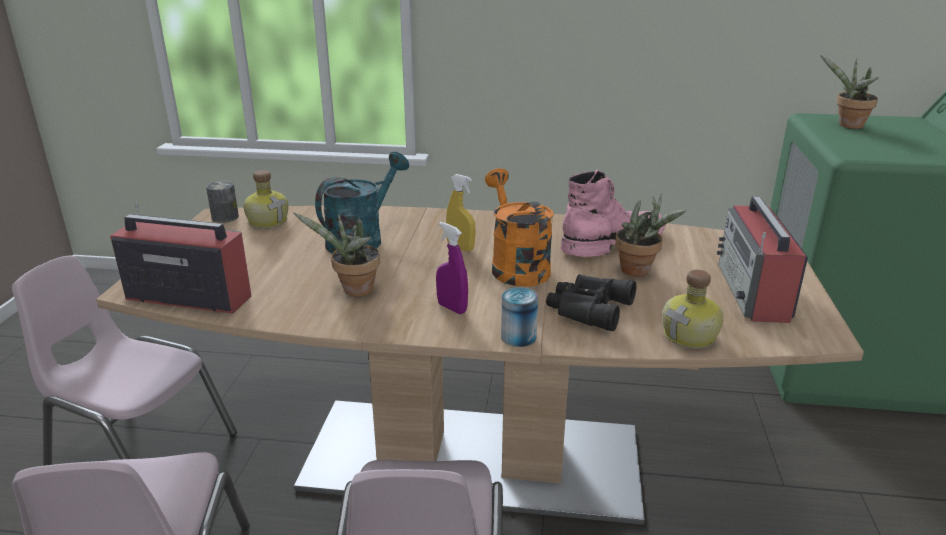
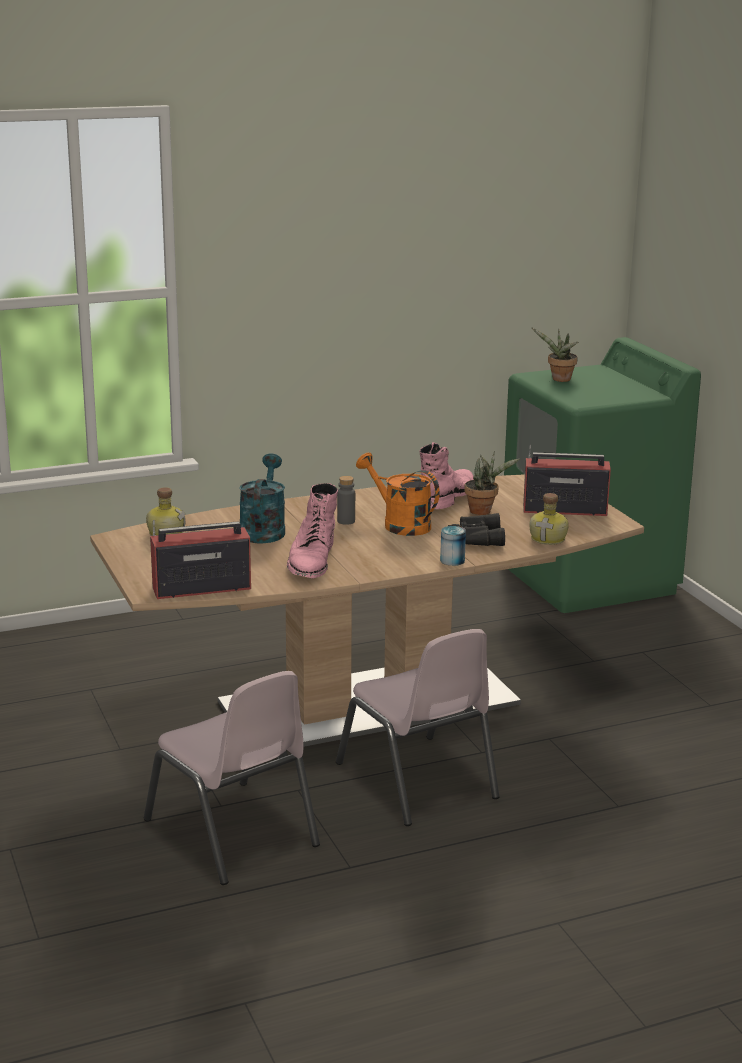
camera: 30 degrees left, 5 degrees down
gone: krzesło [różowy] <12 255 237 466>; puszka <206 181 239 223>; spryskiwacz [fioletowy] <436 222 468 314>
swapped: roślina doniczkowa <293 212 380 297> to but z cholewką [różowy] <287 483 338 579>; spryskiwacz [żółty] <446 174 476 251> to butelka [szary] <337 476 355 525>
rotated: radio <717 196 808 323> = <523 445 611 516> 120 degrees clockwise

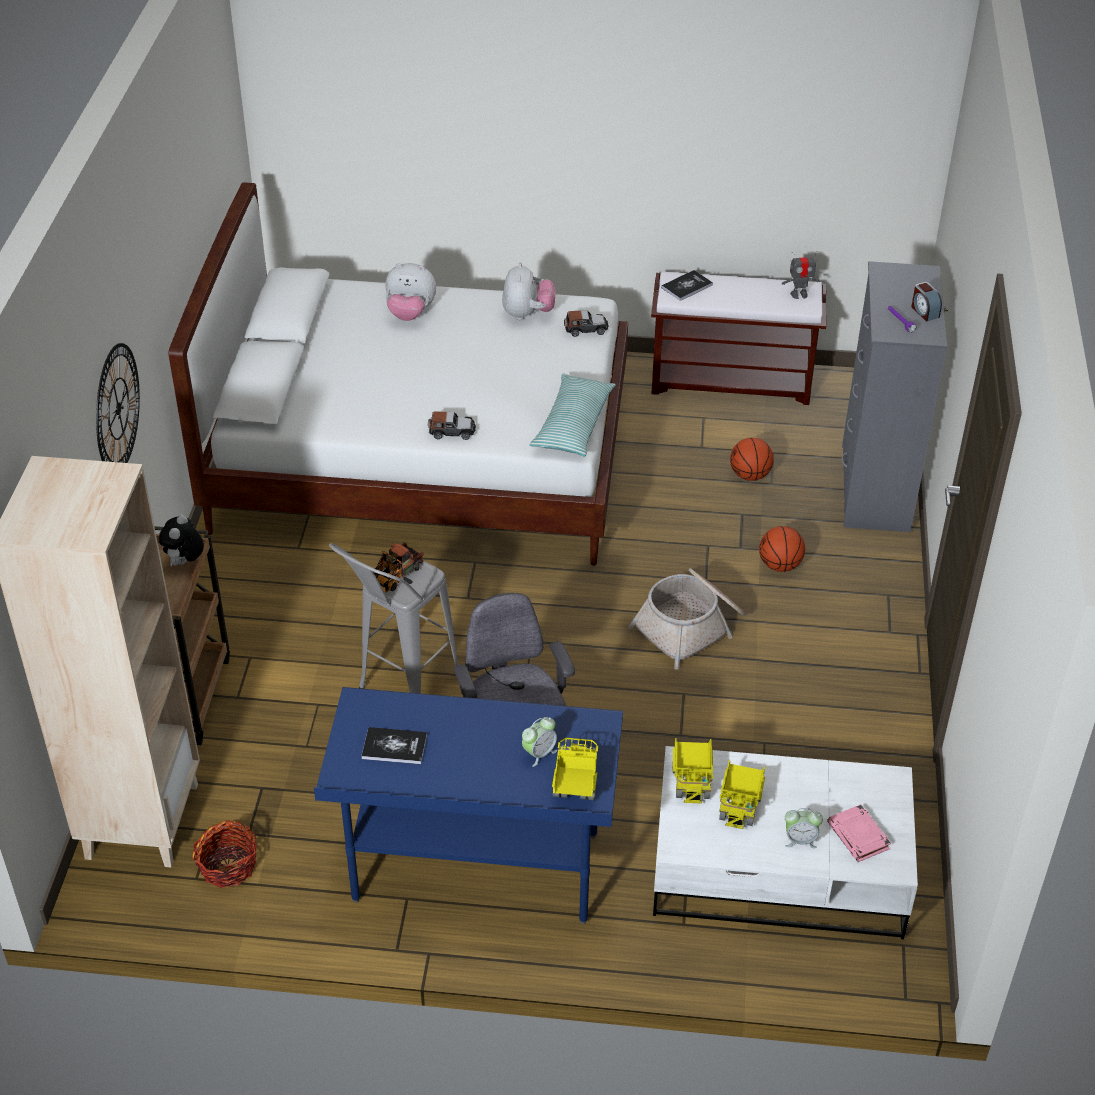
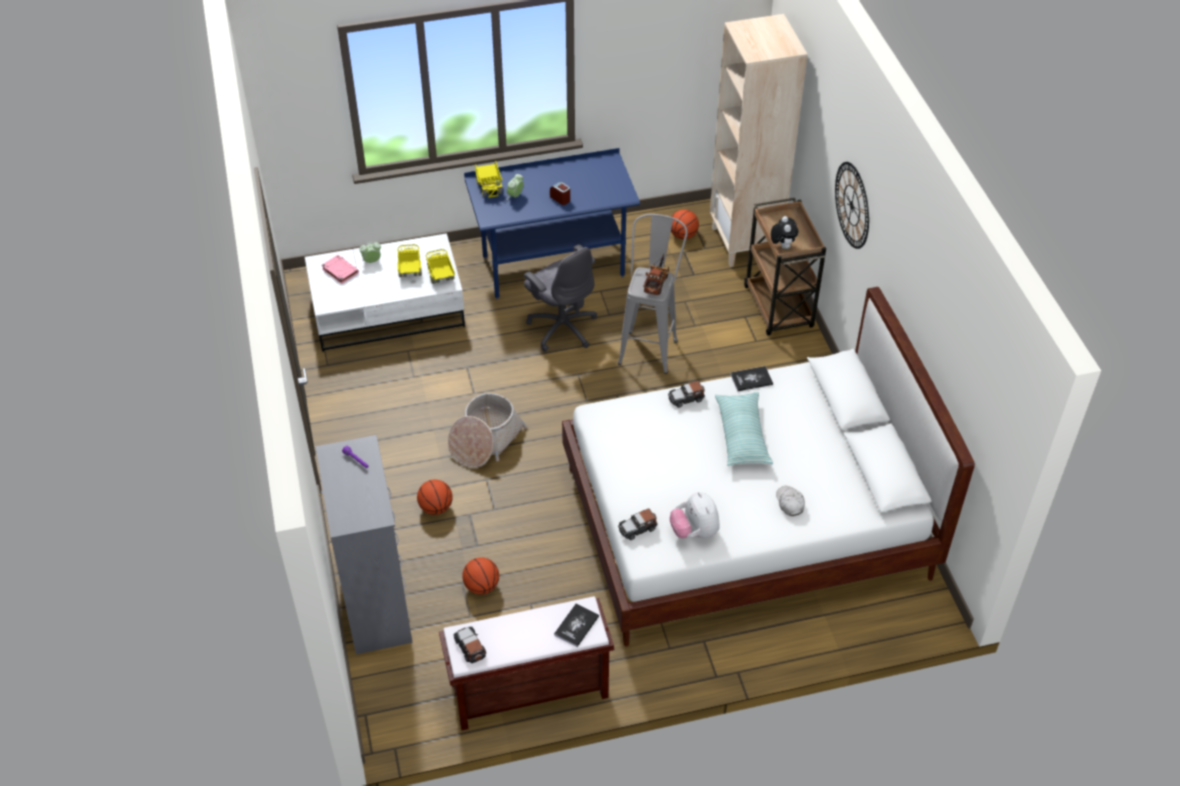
camera: 160 degrees right, 5 degrees up
shifted: budzik <911 282 942 322> to <550 182 570 205>; poduszka <530 374 616 457> to <715 392 773 466>; książka <362 727 427 764> to <730 366 773 391>
swapped: robot zabawkowy <782 251 819 299> to samochodzik <454 627 486 663>; koszyk <192 820 257 888> to piłka do koszykówki <671 209 699 239>; pluszak <385 263 436 321> to czapka z daszkiem [biały] <776 486 805 516>

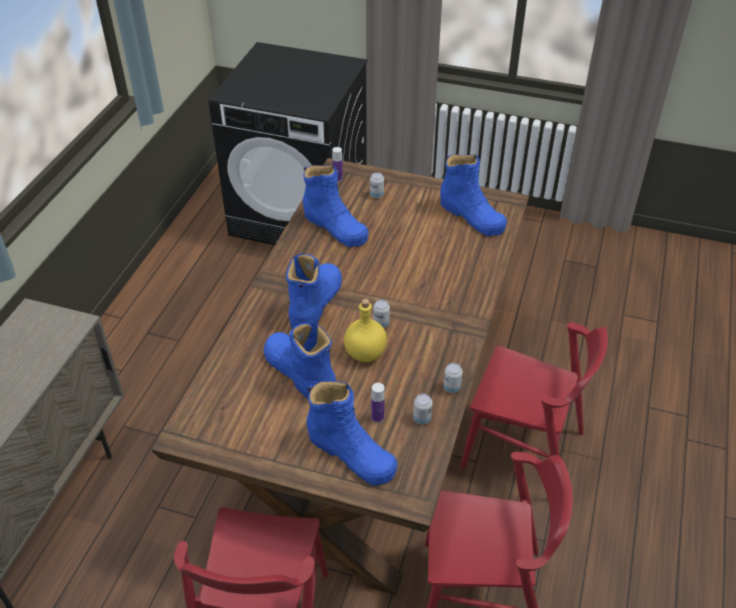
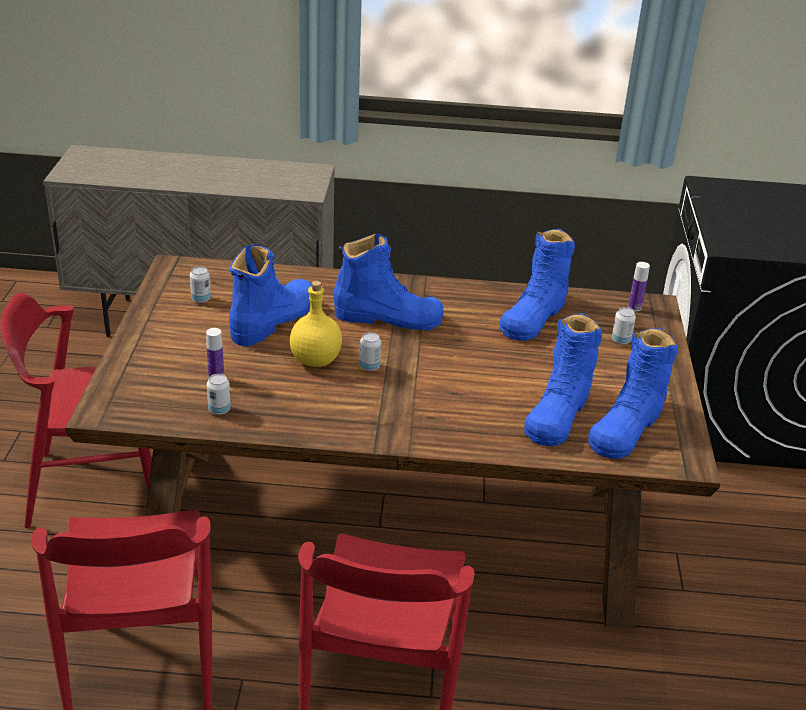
camera: 75 degrees right, 10 degrees down
shifted: puszka <443 363 463 393> to <190 266 211 303>; but z cholewką [niebieski] <307 381 398 486> to <524 313 602 446>

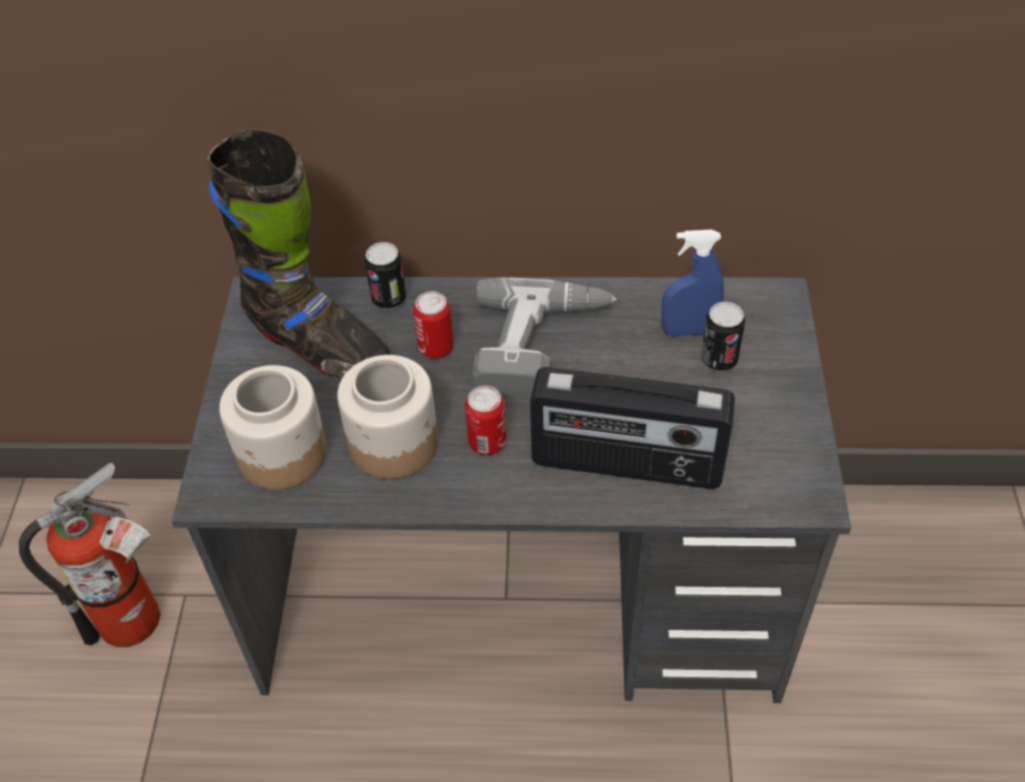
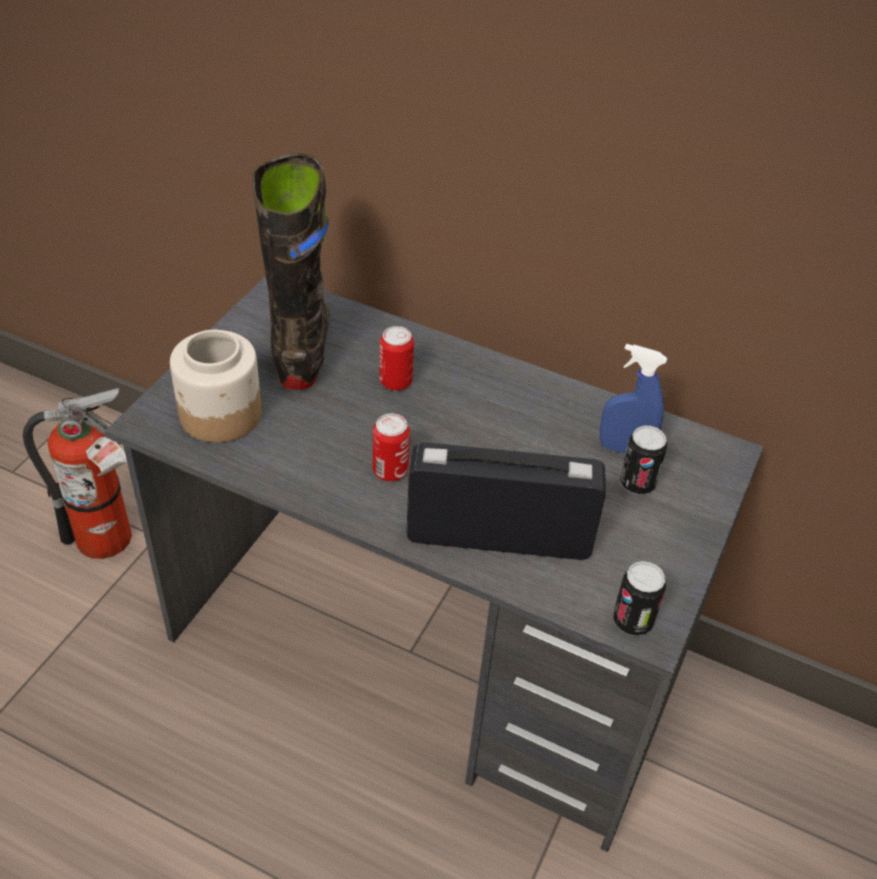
camera: 20 degrees right, 5 degrees down
gone: słoik <337 355 438 479>; wiertarka <473 277 617 398>
shifted: puszka <364 242 406 310> to <613 561 666 636>
rotated: but z cholewką [czarny] <207 127 391 378> = <252 153 330 390> 150 degrees counterclockwise; radio <530 367 735 489> = <406 442 606 560> 150 degrees clockwise

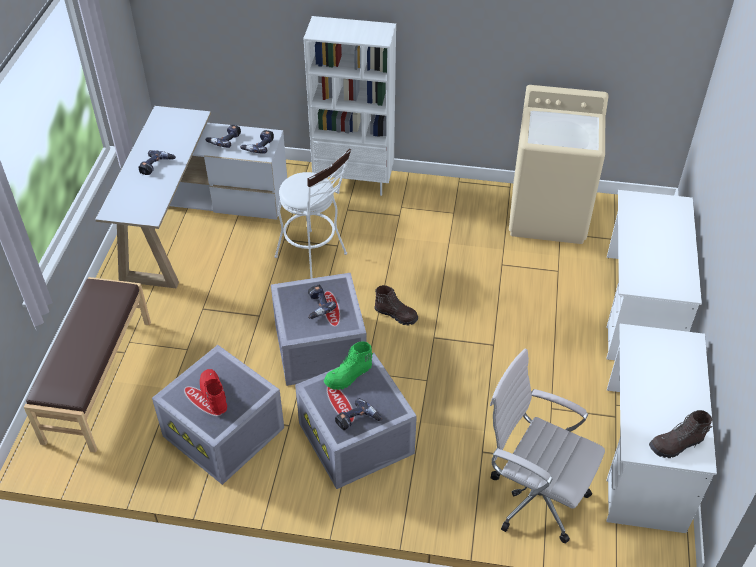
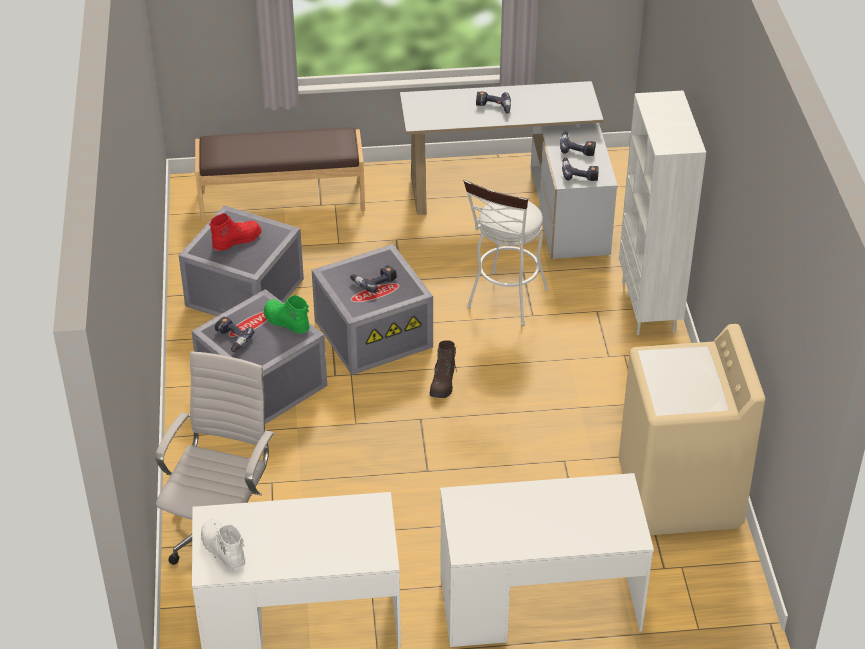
camera: 75 degrees right, 5 degrees down
repainted: but z cholewką [brązowy] <649 410 713 458> to but z cholewką [biały] <201 519 245 570>

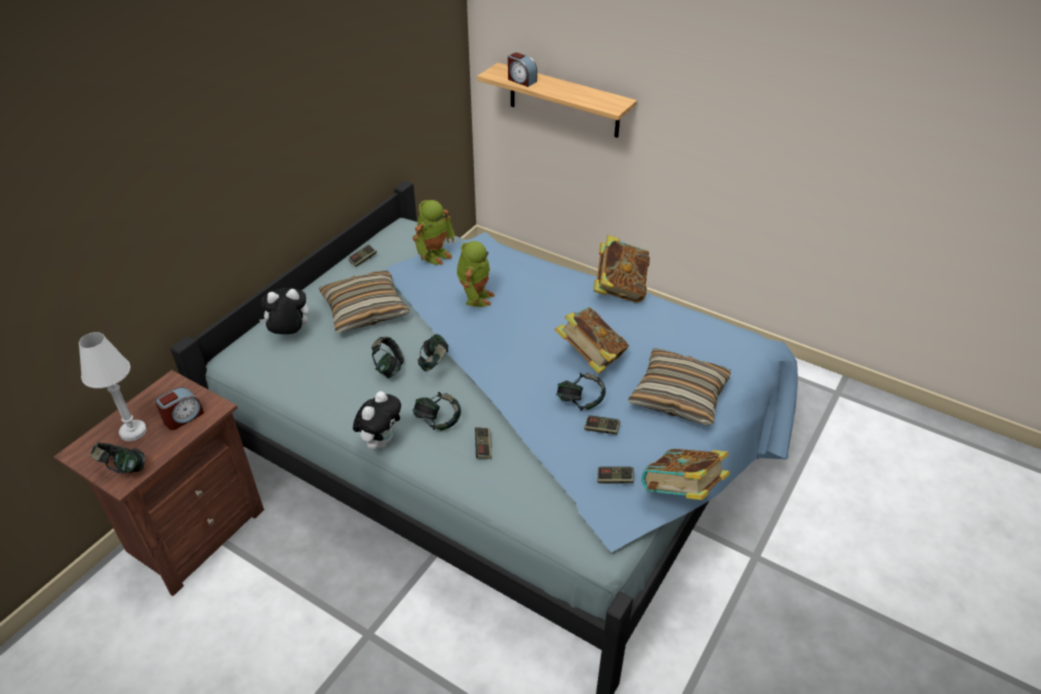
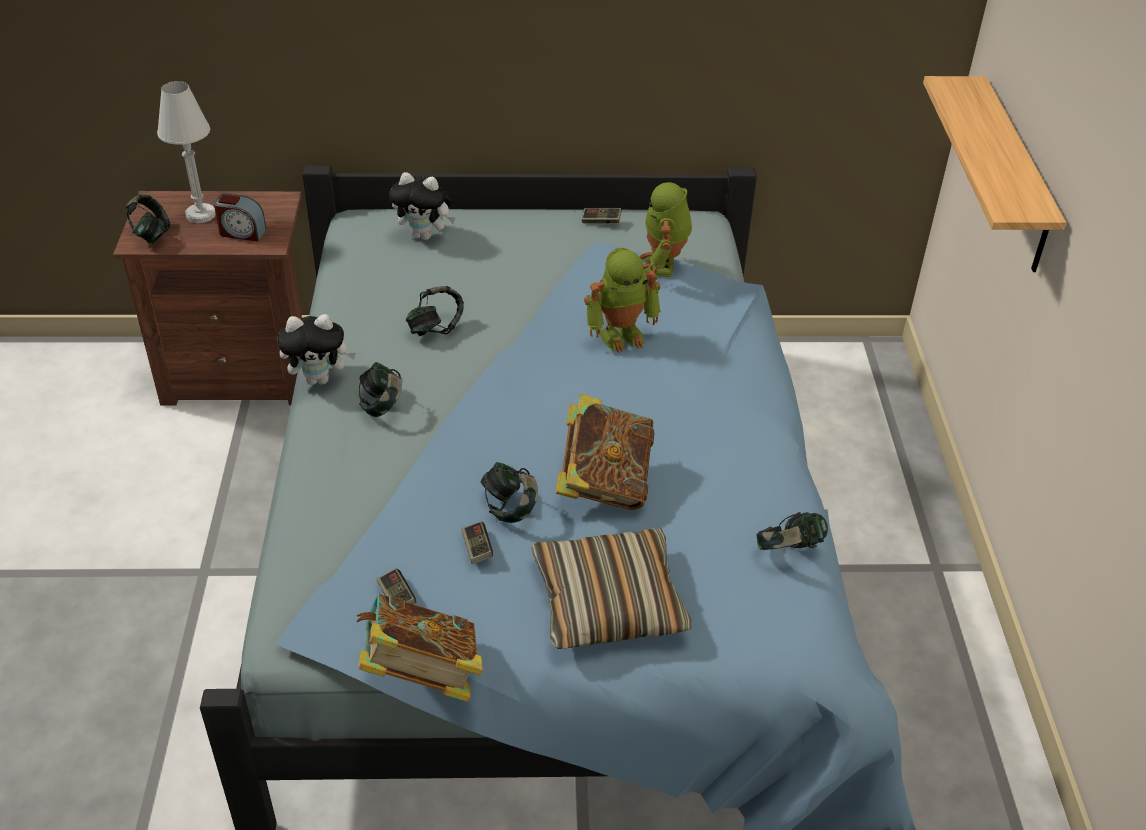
camera: 55 degrees right, 0 degrees up
gone: poduszka <319 270 410 333>; pad do gier <475 427 492 459>; budzik <508 52 537 87>; książka <593 235 650 303>
shifted: słuchawki <418 334 449 371> to <756 512 828 550>
rotated: pluszak <259 288 309 334> = <389 172 455 240> 150 degrees clockwise; robot zabawkowy <413 200 455 265> = <640 182 692 277> 90 degrees clockwise

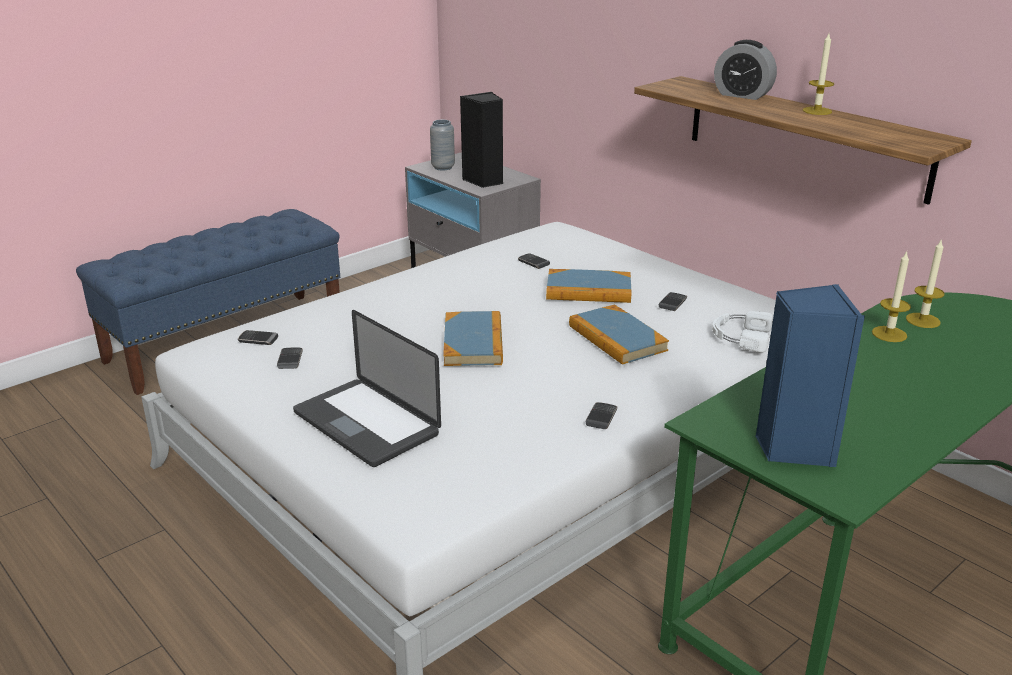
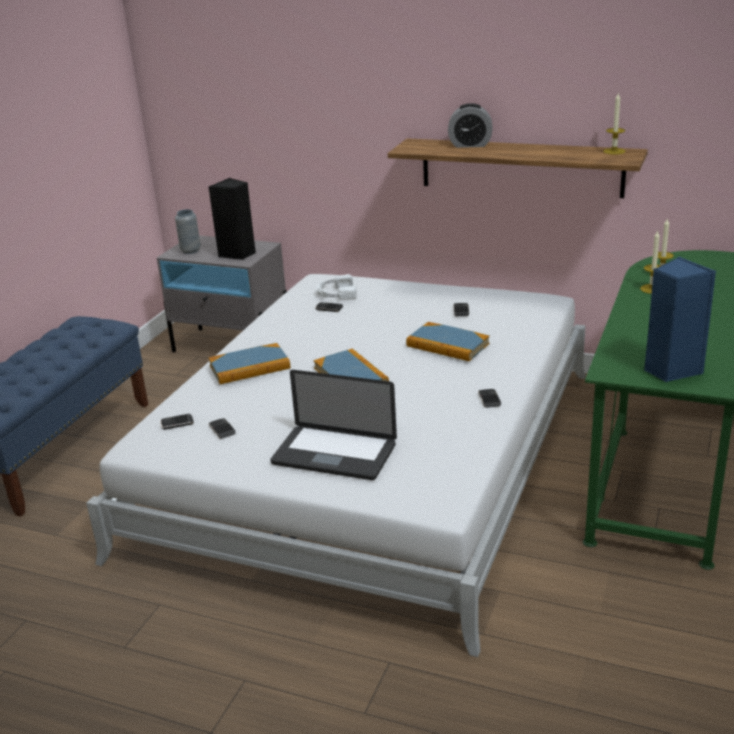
camera: 25 degrees left, 0 degrees up
shifted: książka <546 269 632 303> to <209 343 290 384>; słuchawki [biały] <712 311 773 352> to <316 274 357 300>; świeca <803 34 834 115> to <603 93 626 155>

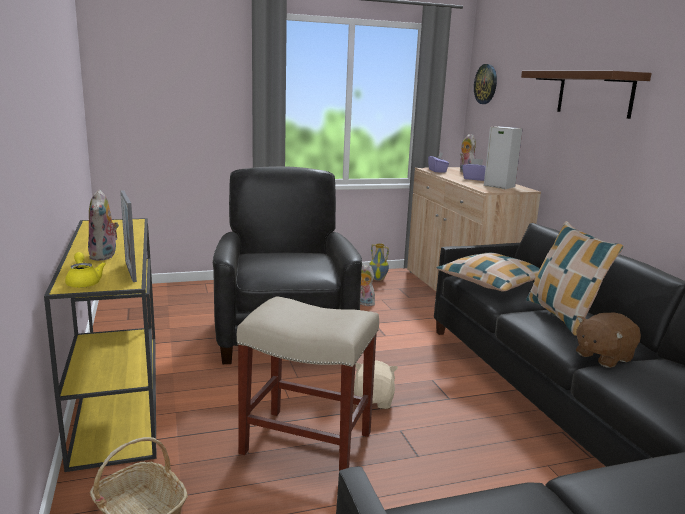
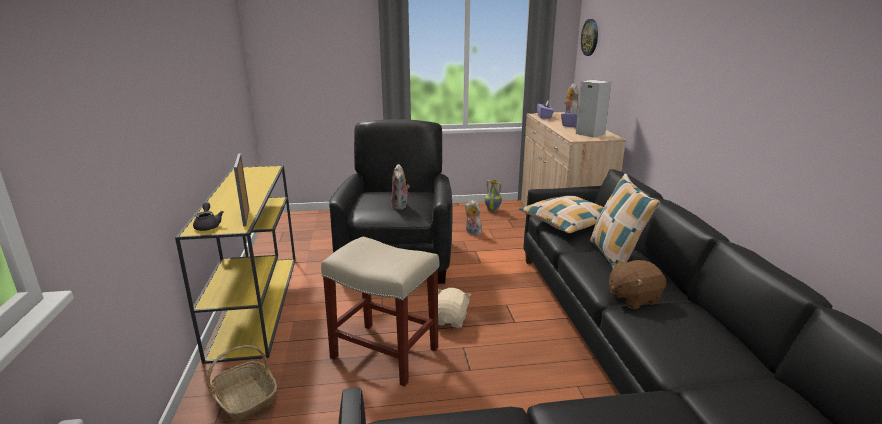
camera: 10 degrees right, 5 degrees up
gone: półka [brązowy] <521 71 652 119>
shifted: pluszak <88 189 119 261> to <391 164 410 210>
repainted: imbryk [żółty] <65 252 106 288> to imbryk [szary] <193 202 224 231>

